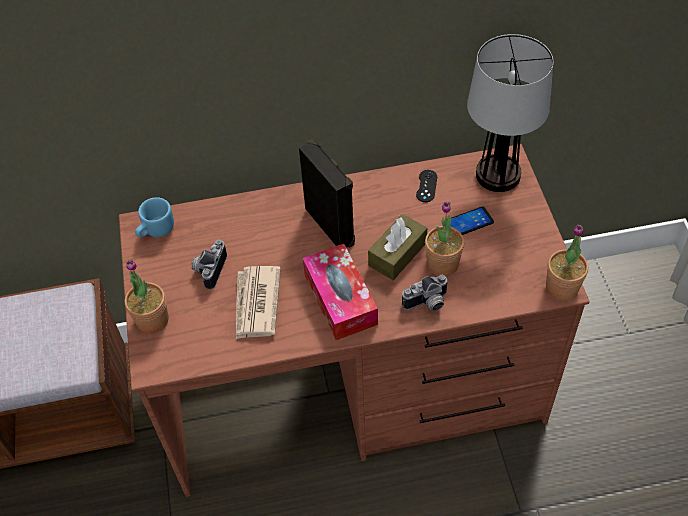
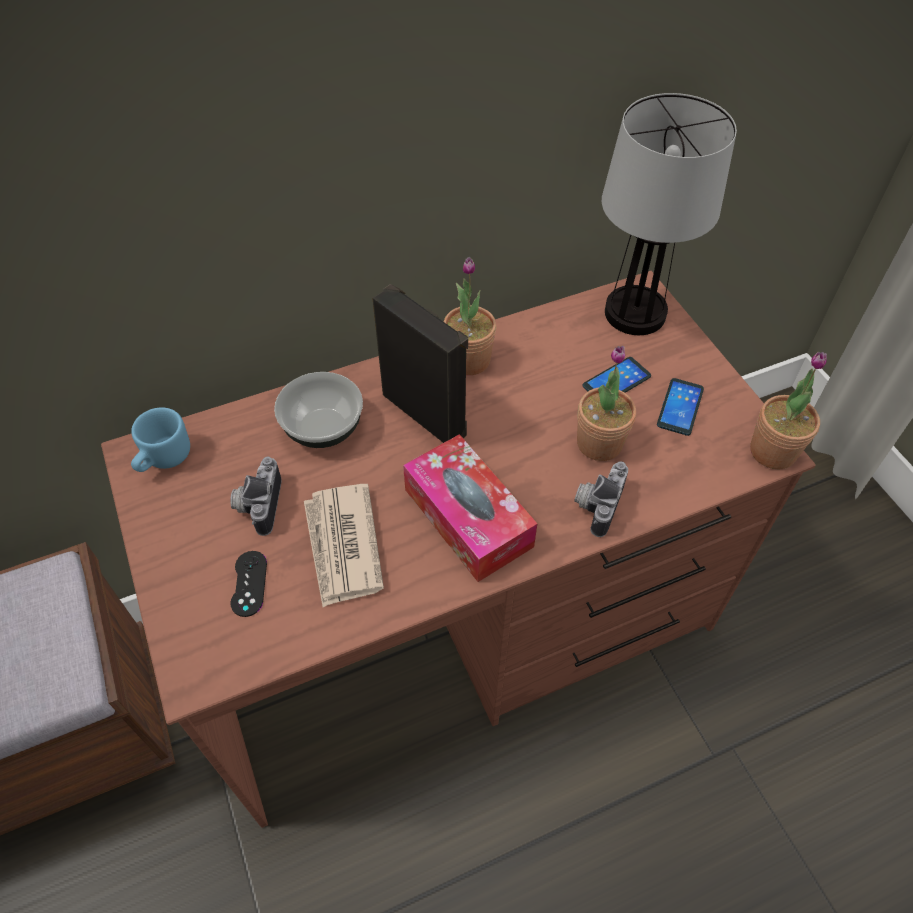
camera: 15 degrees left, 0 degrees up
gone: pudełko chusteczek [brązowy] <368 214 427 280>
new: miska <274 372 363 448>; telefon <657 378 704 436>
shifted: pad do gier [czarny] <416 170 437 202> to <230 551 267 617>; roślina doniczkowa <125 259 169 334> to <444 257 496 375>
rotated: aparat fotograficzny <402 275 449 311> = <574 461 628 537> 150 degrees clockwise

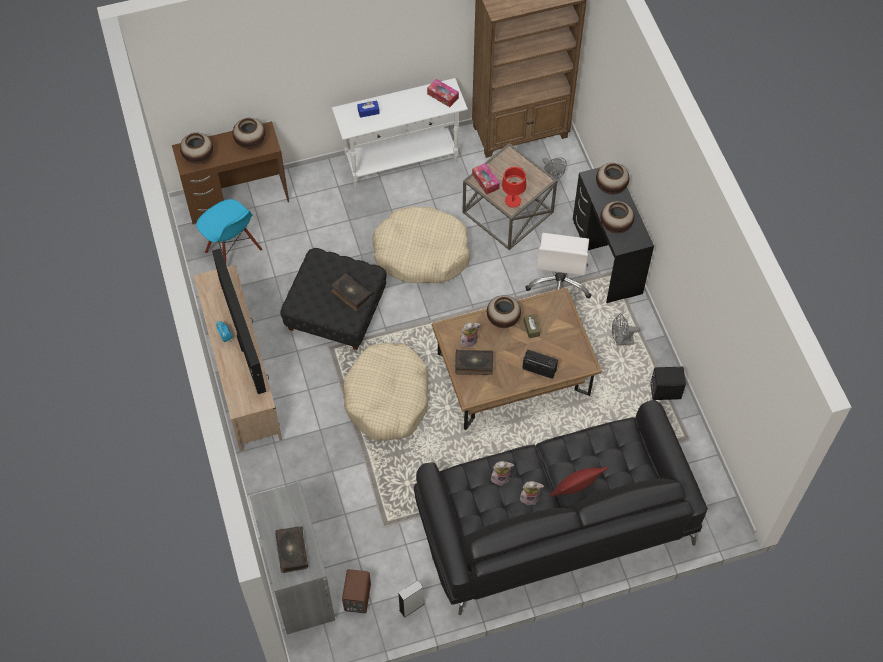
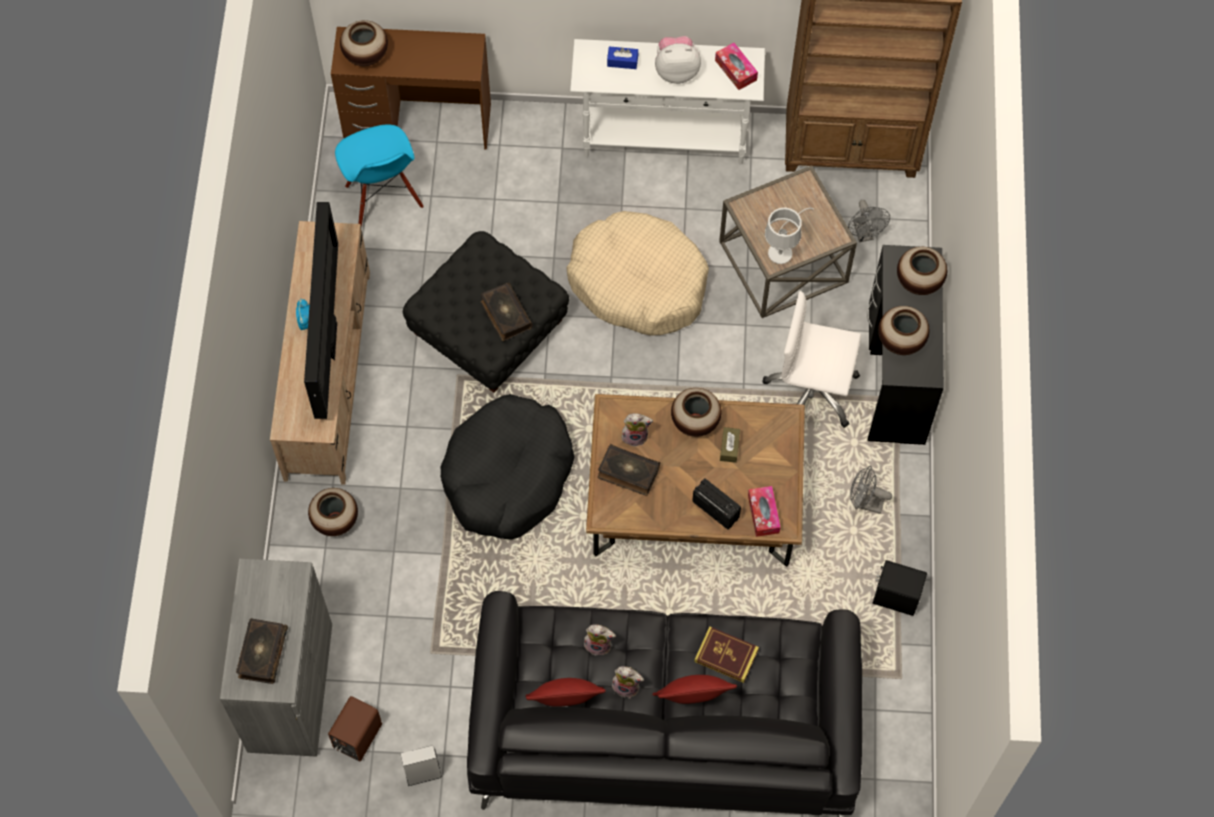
camera: 20 degrees right, 5 degrees up
new: poduszka [czerwony] <526 678 606 707>; pluszak <655 36 701 84>; książka <694 626 759 683>
shifted: wazon <233 118 265 149> to <308 488 358 536>; pudełko chusteczek <472 163 500 195> to <748 486 781 537>
repainted: legowisko [beżowy] <343 343 428 441> to legowisko [czarny] <440 394 575 539>; lampa stołowa [czerwony] <502 167 526 208> to lampa stołowa [biały] <765 207 814 264>
rotated: krzesło biurowe [biały] <525 233 591 299> = <762 291 861 428> 75 degrees clockwise

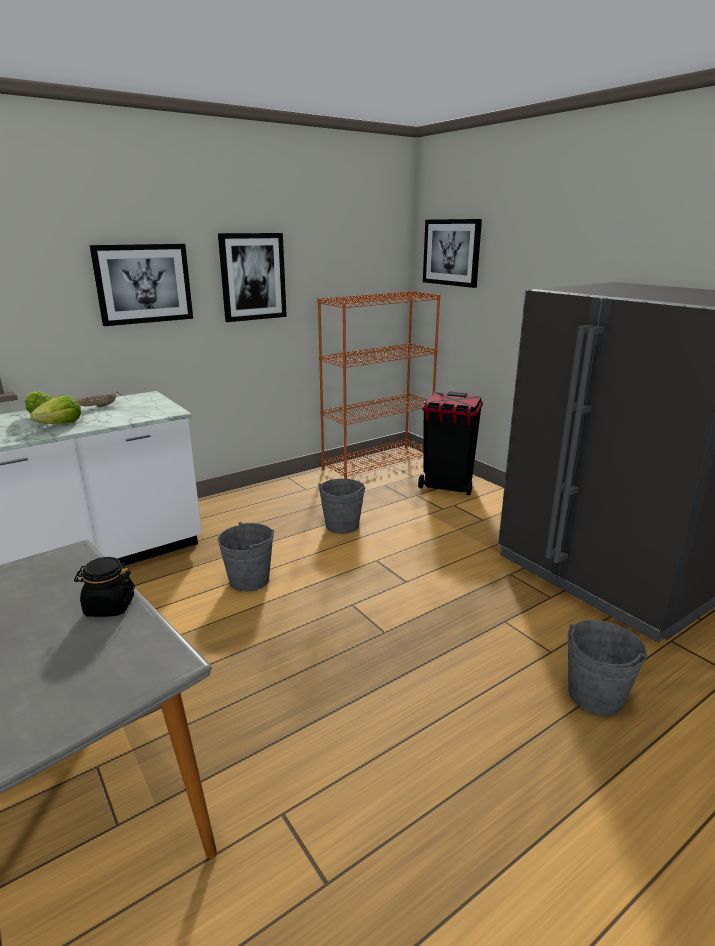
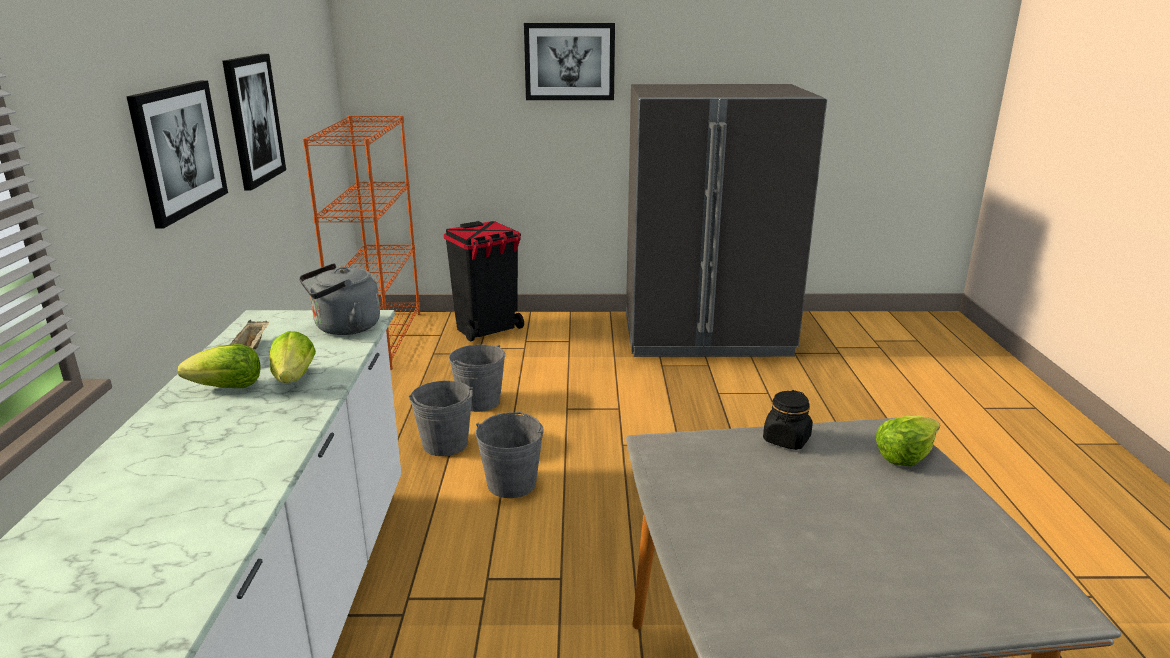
camera: 55 degrees left, 0 degrees up
new: czajnik [szary] <299 263 380 335>; sałata <876 415 940 467>
shifted: wiadro [szary] <567 620 648 716> to <409 381 473 456>; obraz <423 219 482 288> to <524 23 615 100>

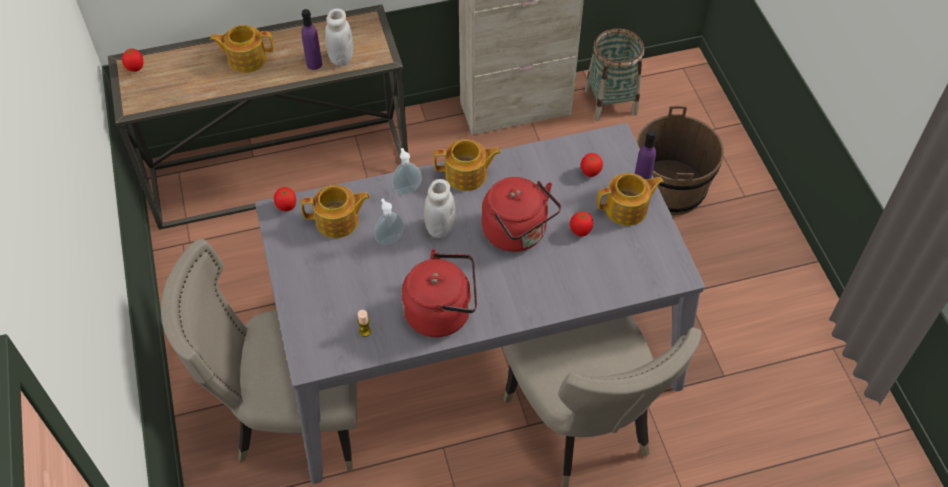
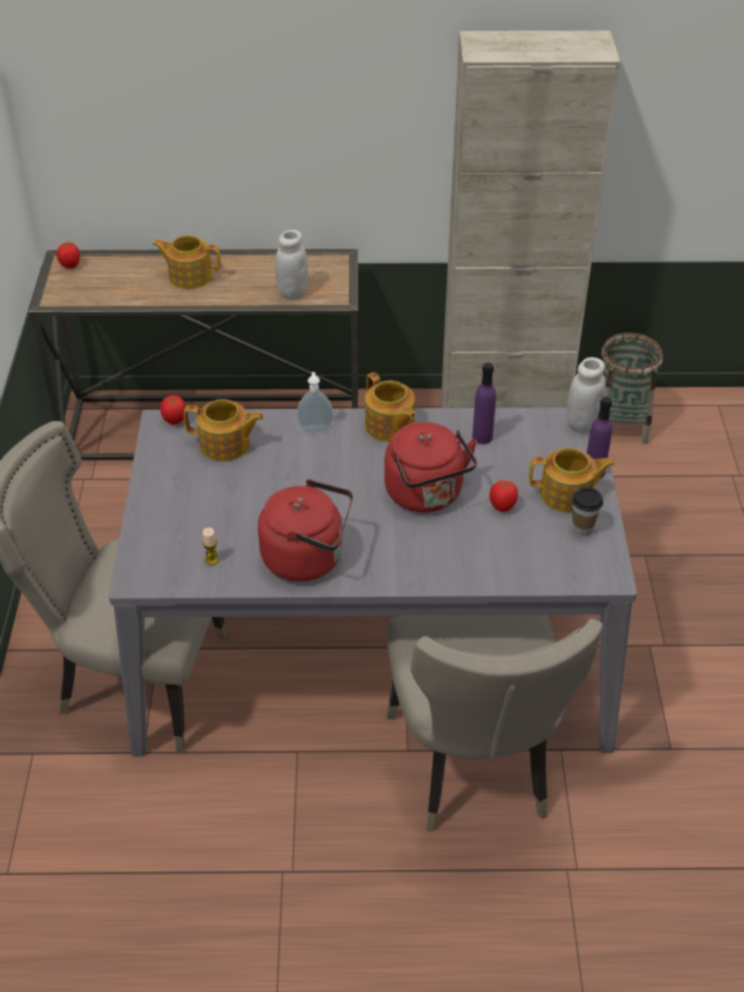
camera: 15 degrees right, 10 degrees down
gone: dozownik mydła <374 199 404 245>; pomidor <581 153 603 177>; wiadro [brązowy] <637 106 724 215>
new: filiżanka <572 487 603 536>
shifted: butelka [fioletowy] <301 9 322 70> to <472 363 496 444>; słoik [biały] <424 179 455 238> to <567 357 606 432>
rotated: imbryk <434 139 501 191> = <365 372 416 442> 45 degrees clockwise

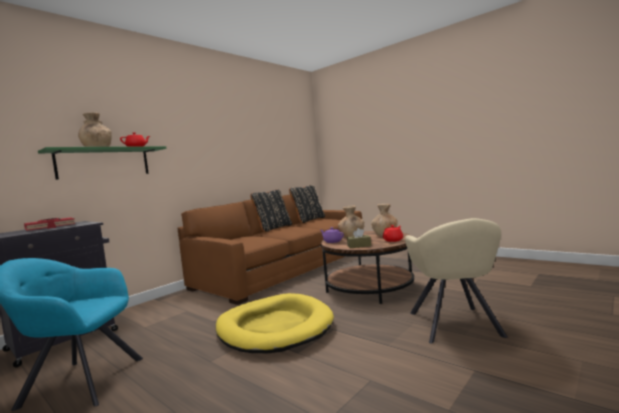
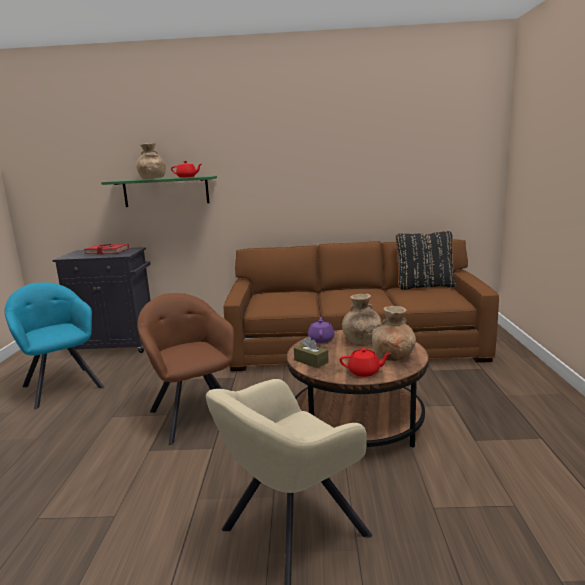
camera: 50 degrees right, 10 degrees up
gone: poduszka [czarny] <250 189 292 232>
swapped: legowisko [żółty] <216 293 334 353> to fotel [brązowy] <137 293 234 445>

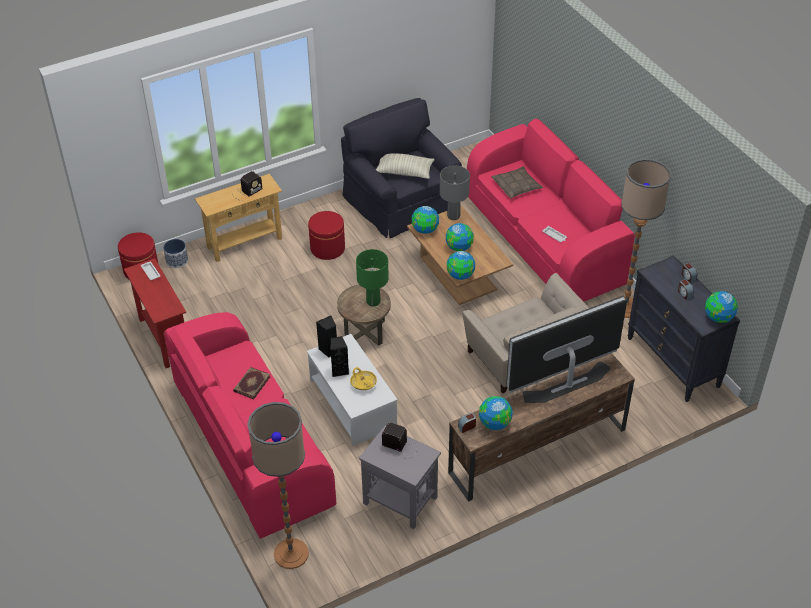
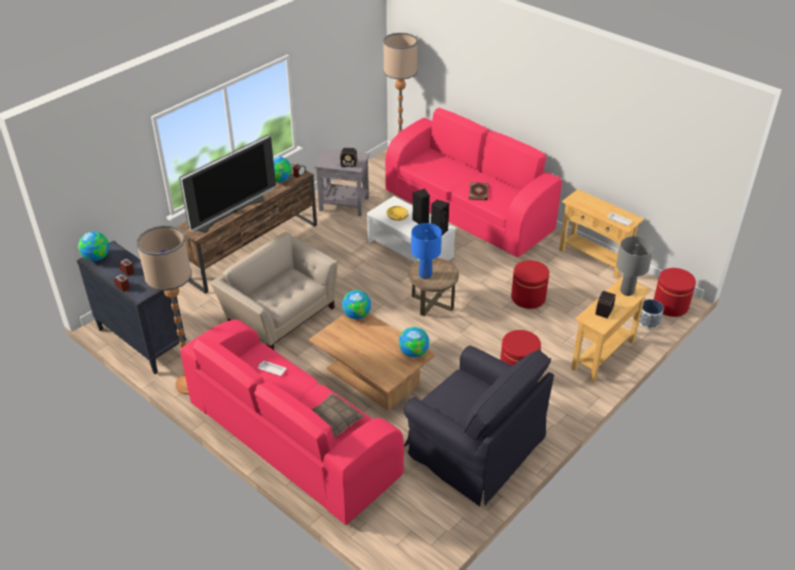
camera: 160 degrees right, 5 degrees down
gone: poduszka <376 154 435 179>; globus <446 223 474 251>
new: pufa [czerwony] <511 260 549 309>
shifted: lampa stołowa [szary] <440 165 470 220> to <616 236 654 296>
repainted: lampa stołowa [zielony] <356 249 389 307> to lampa stołowa [niebieski] <411 223 442 279>; stolik konsolowy [czerwony] <124 258 186 368> to stolik konsolowy [beżowy] <559 189 644 279>

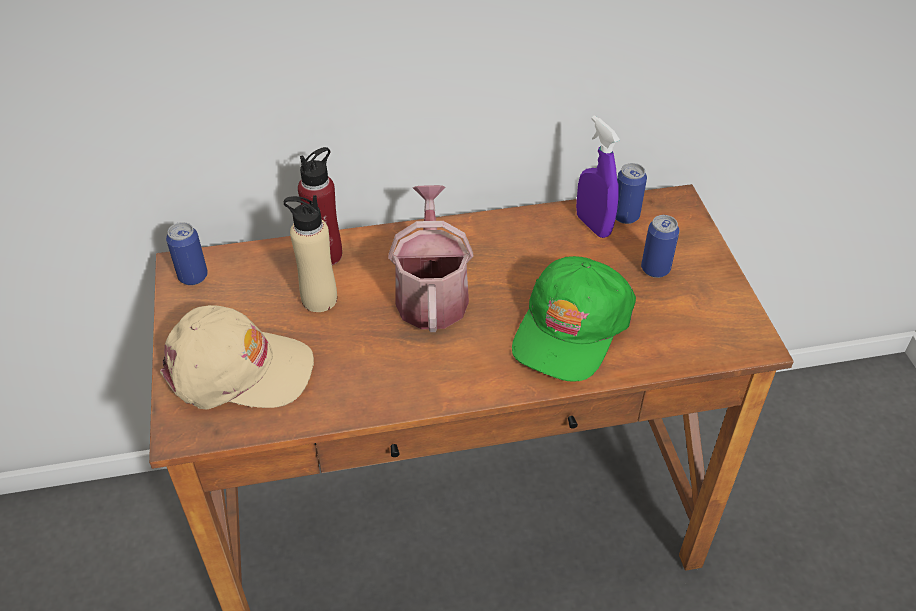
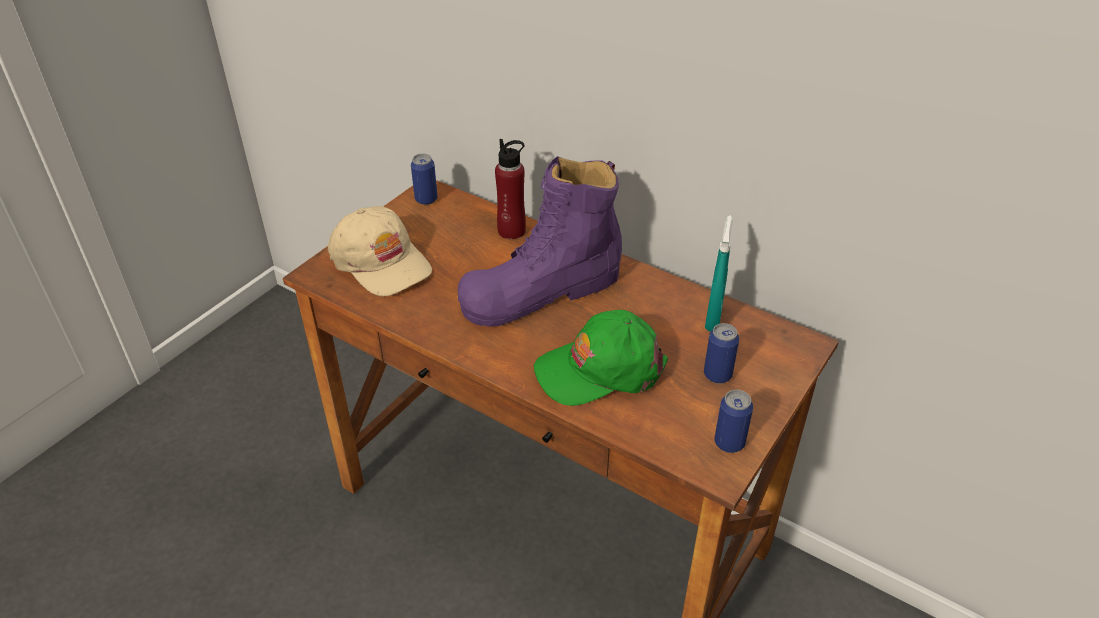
camera: 45 degrees right, 5 degrees down
gone: butelka [beżowy] <284 195 337 312>
shifted: puszka <616 163 647 224> to <714 390 753 453>
swapped: konewka <388 185 473 332> to but z cholewką [fioletowy] <458 156 622 327>
repainted: spryskiwacz [fioletowy] <576 115 620 238> to spryskiwacz [turkusowy] <705 216 732 332>

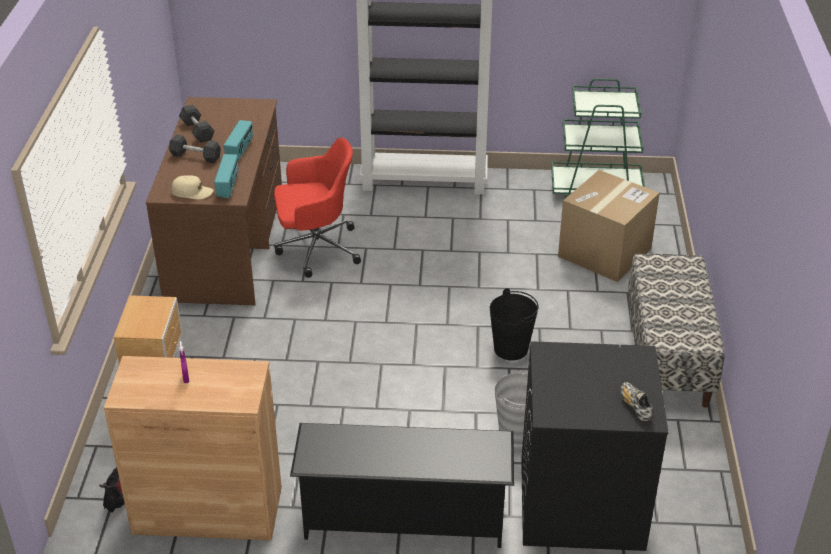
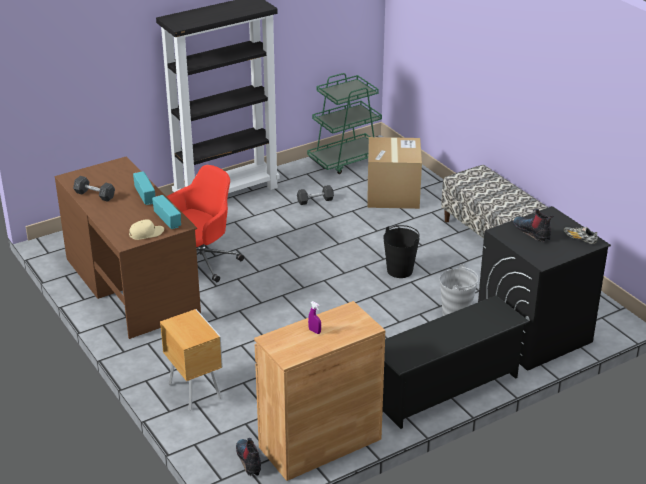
camera: 35 degrees left, 5 degrees down
new: but z cholewką <513 208 554 242>
shifted: hantel [szary] <169 134 221 163> to <297 185 334 205>

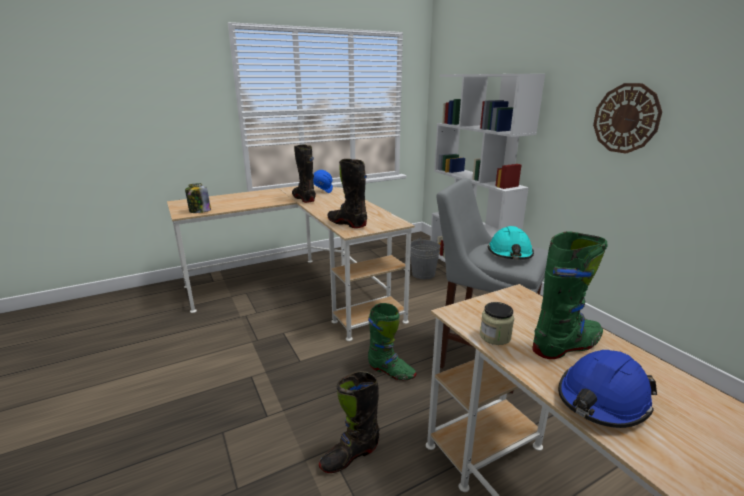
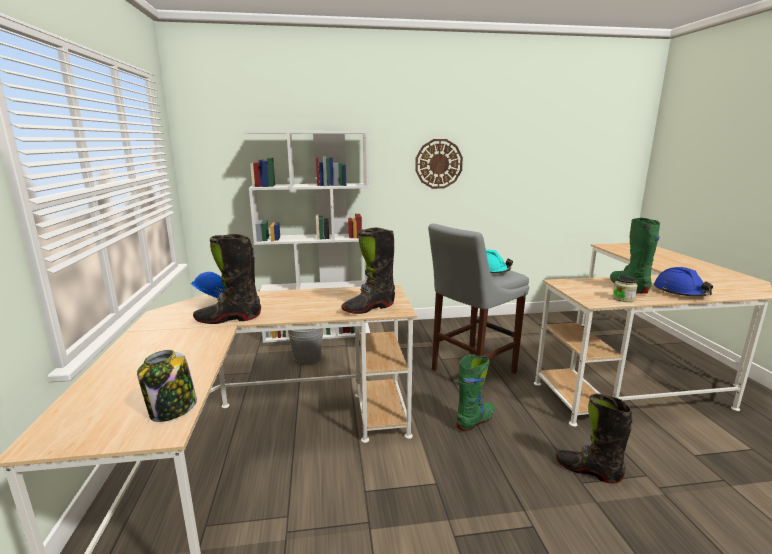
camera: 70 degrees left, 5 degrees down
rotated: but z cholewką [czarny] <319 371 379 473> = <555 394 633 484> 135 degrees clockwise

